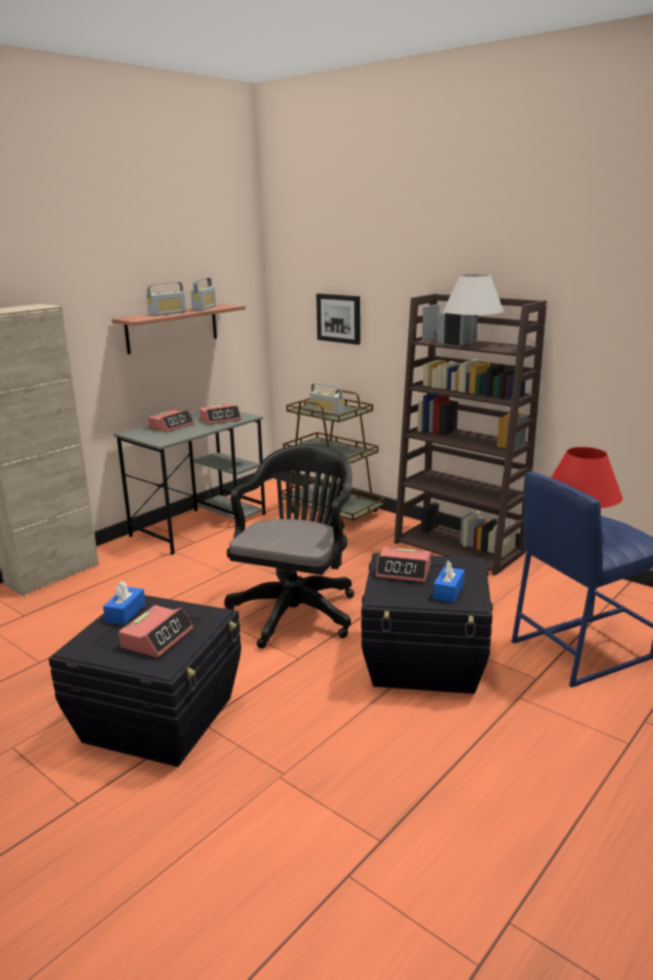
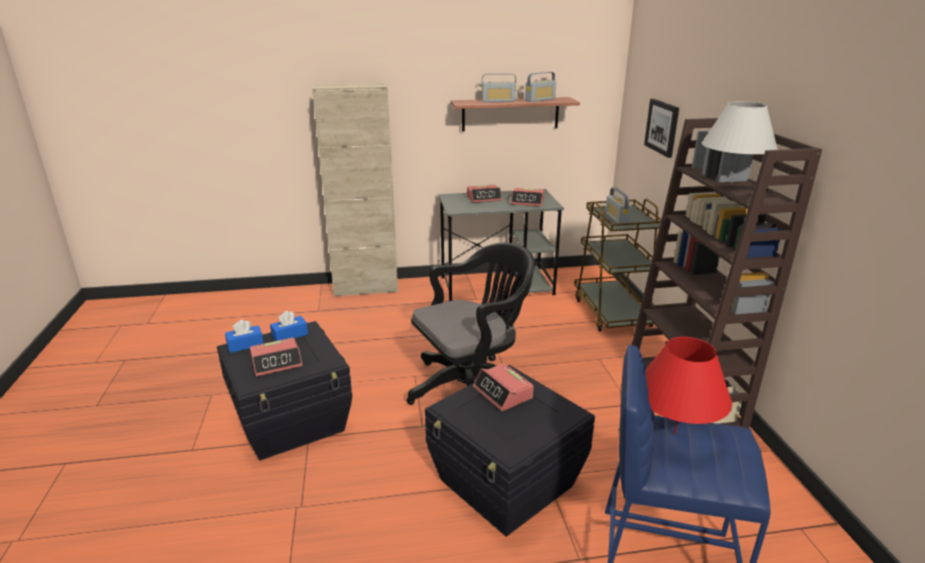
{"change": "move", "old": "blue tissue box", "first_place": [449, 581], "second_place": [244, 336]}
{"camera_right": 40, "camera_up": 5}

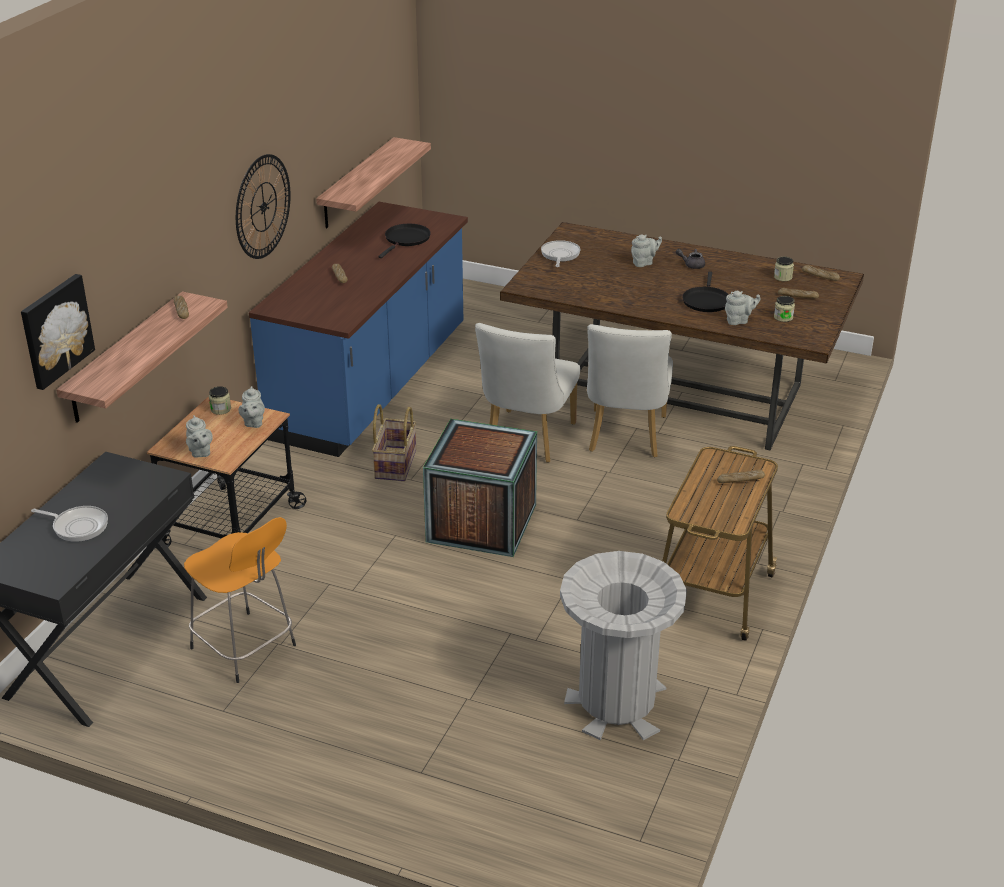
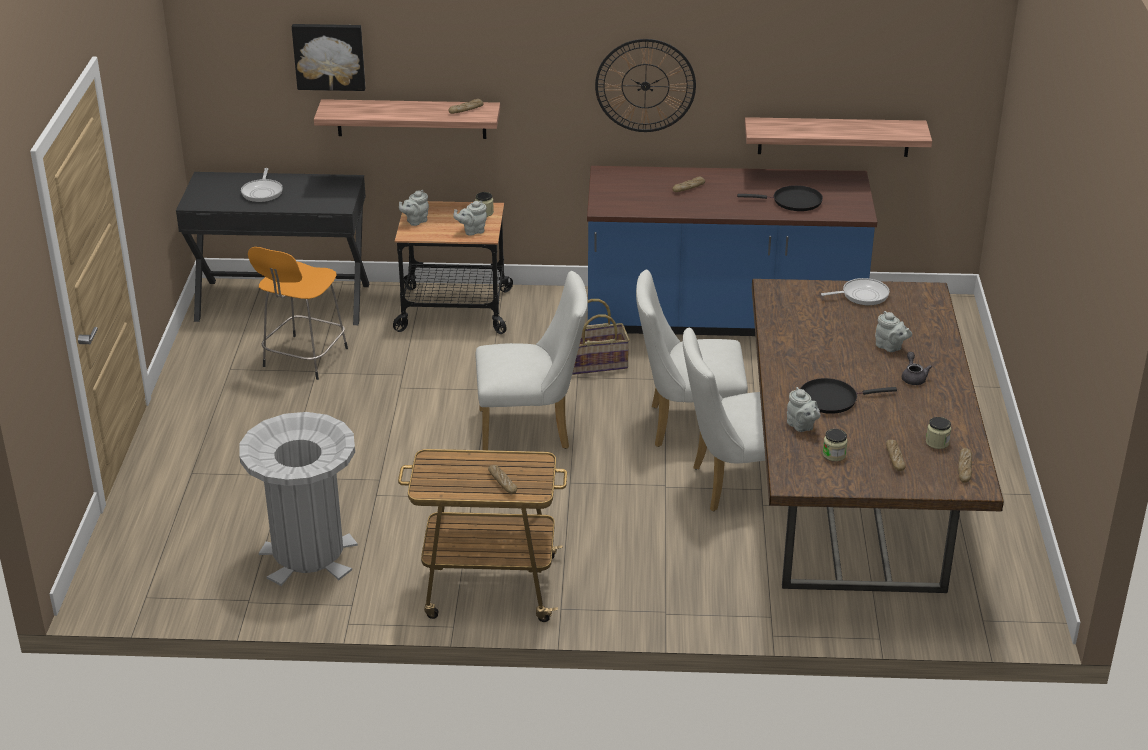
{"change": "replace", "old": "crate", "new": "white chair", "first_place": [480, 488], "second_place": [532, 360]}
{"camera_right": 70, "camera_up": 0}

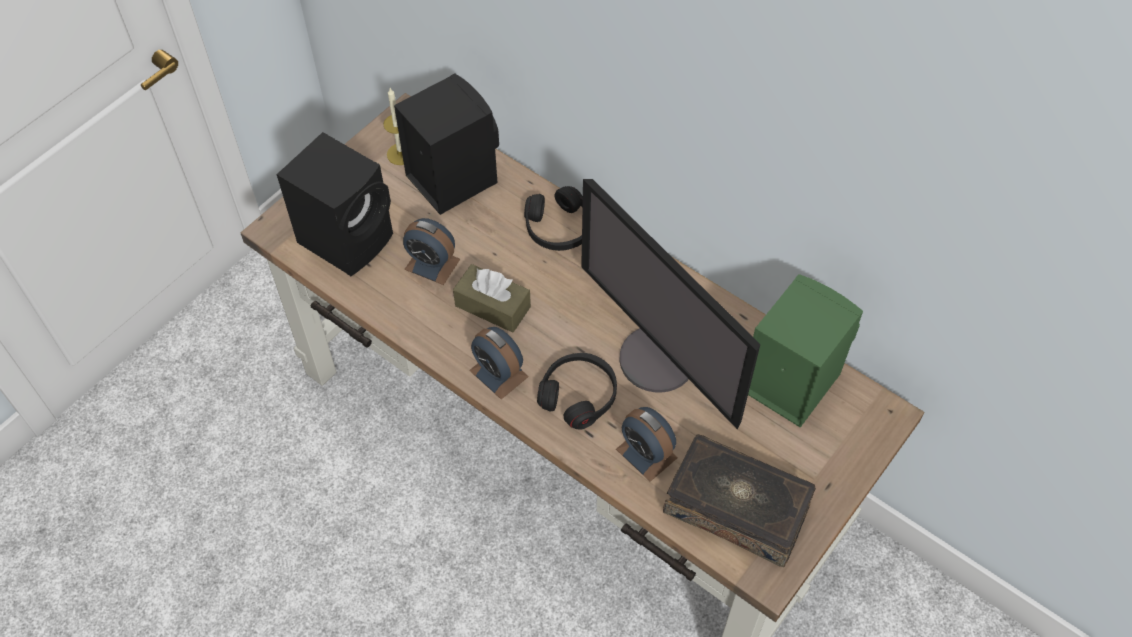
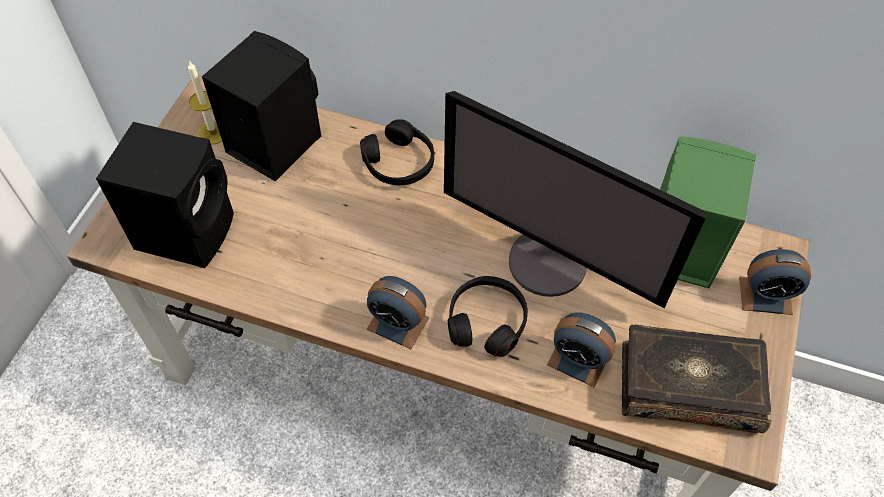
{"change": "move", "old": "alarm clock", "first_place": [431, 251], "second_place": [775, 282]}
{"change": "delete", "old": "brown tissue box", "first_place": [492, 298]}
{"camera_right": -20, "camera_up": 0}

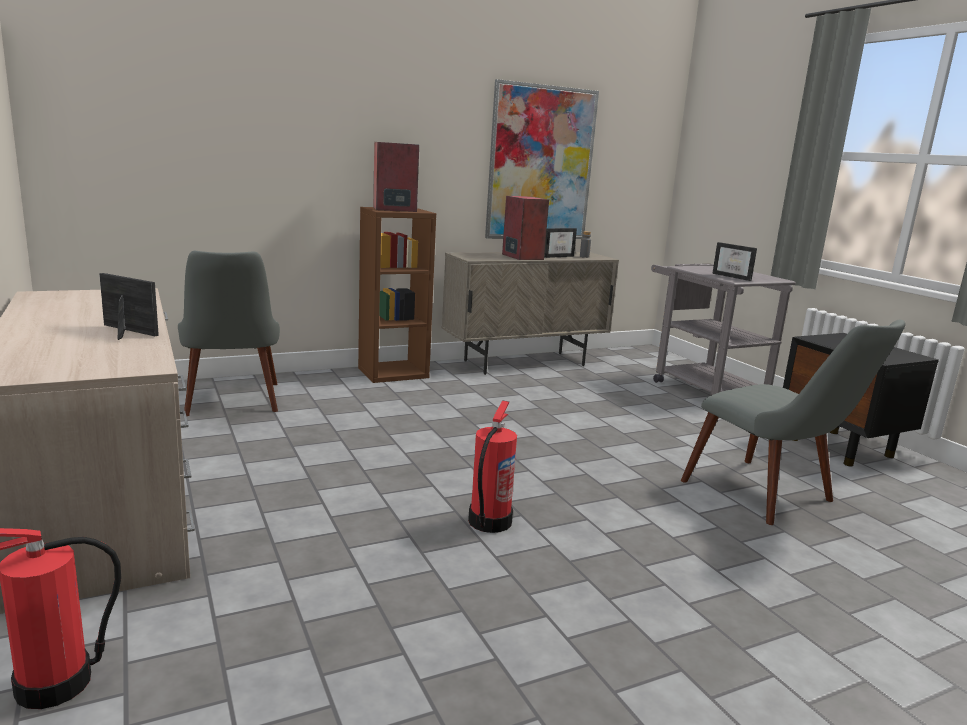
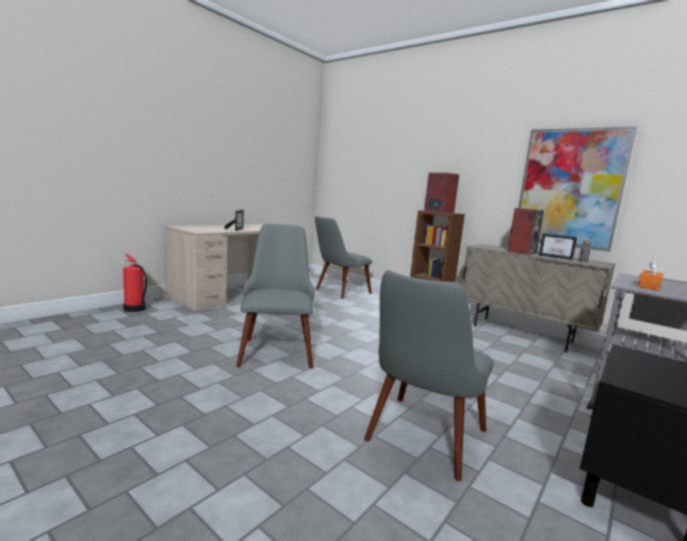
{"change": "replace", "old": "fire extinguisher", "new": "grey chair", "first_place": [492, 466], "second_place": [275, 296]}
{"change": "replace", "old": "picture frame", "new": "orange tissue box", "first_place": [734, 261], "second_place": [650, 275]}
{"camera_right": 65, "camera_up": -5}

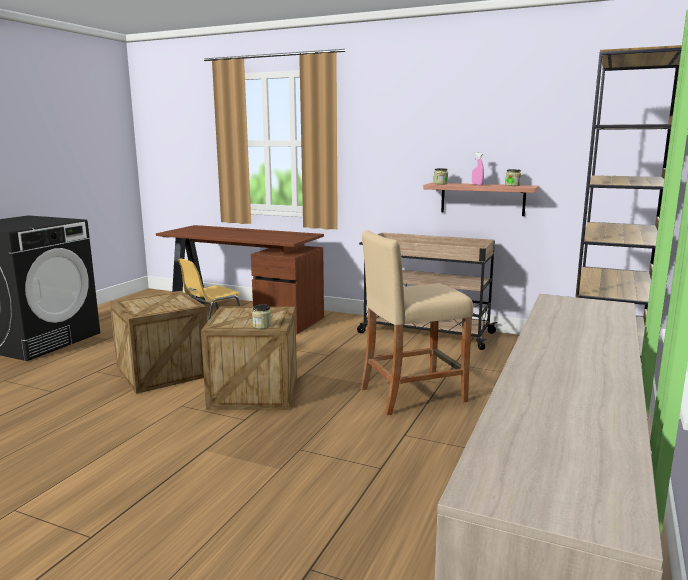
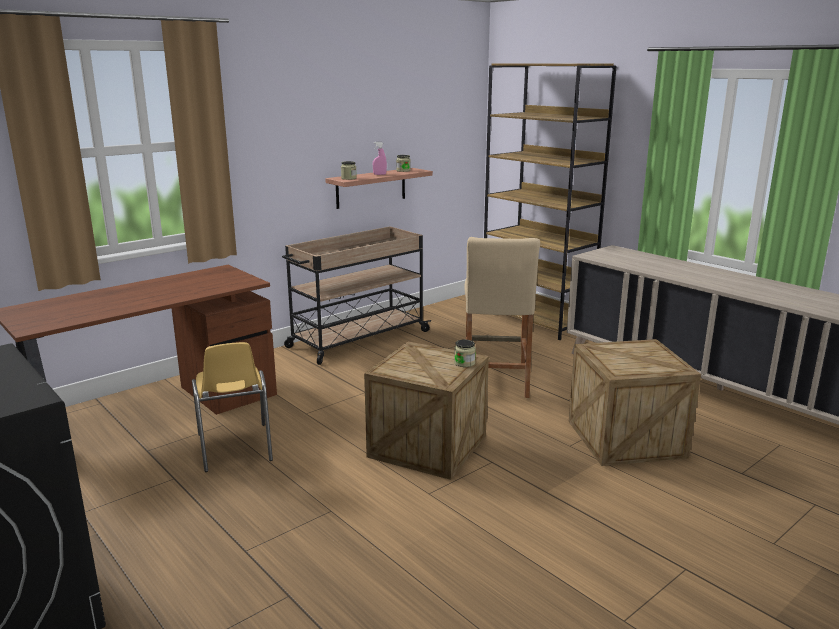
{"change": "move", "old": "crate", "first_place": [158, 342], "second_place": [635, 402]}
{"camera_right": -65, "camera_up": 5}

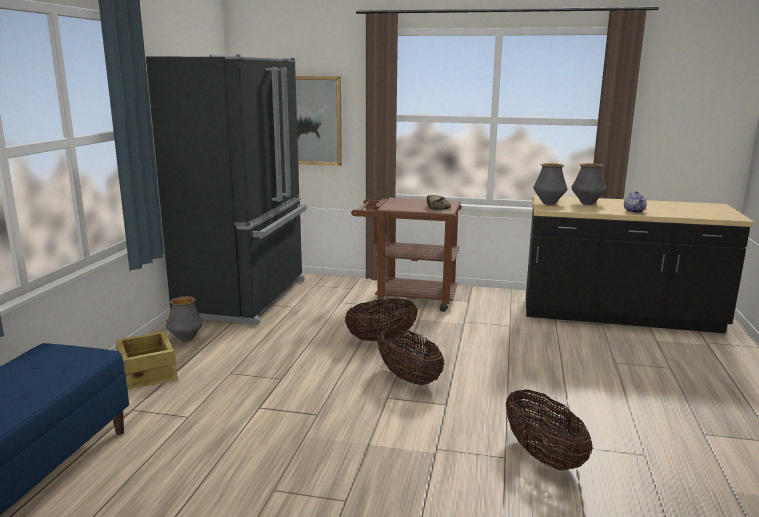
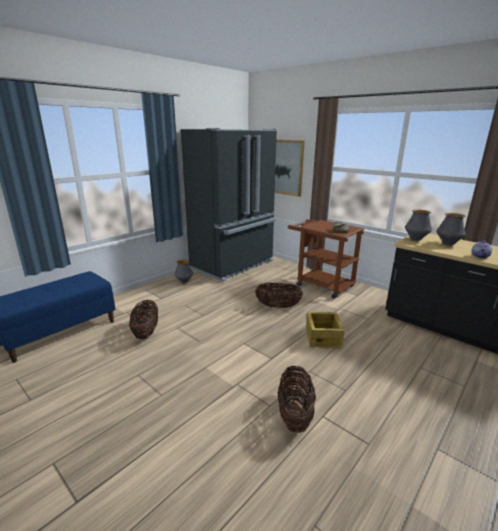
{"change": "move", "old": "basket", "first_place": [410, 356], "second_place": [143, 319]}
{"change": "move", "old": "crate", "first_place": [146, 360], "second_place": [325, 330]}
{"camera_right": 30, "camera_up": 5}

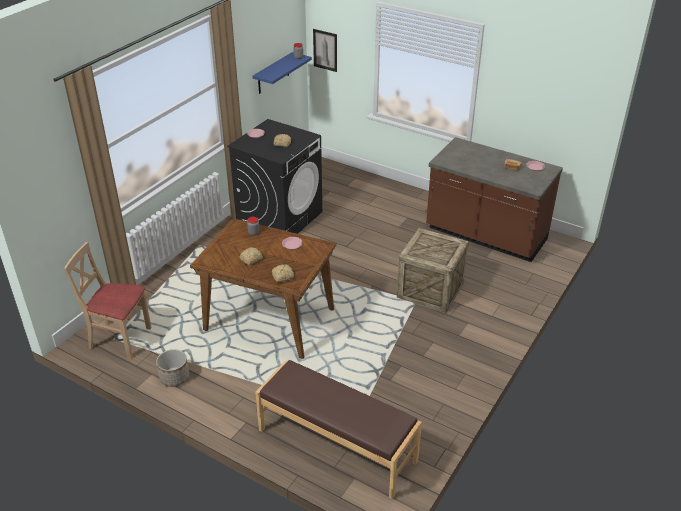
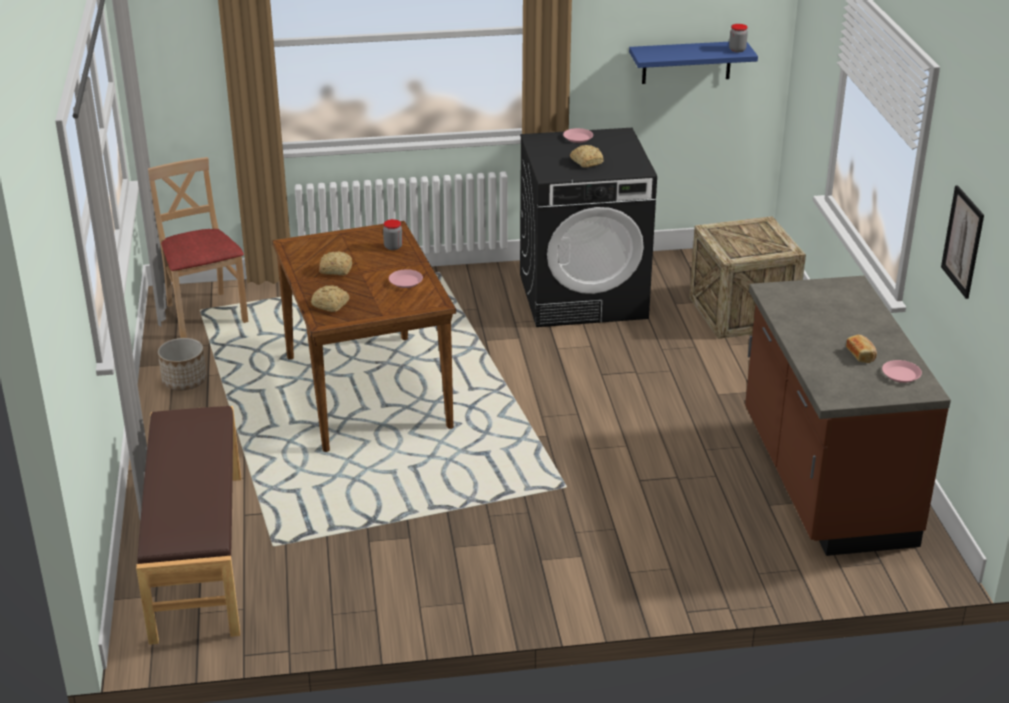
{"change": "move", "old": "crate", "first_place": [433, 270], "second_place": [747, 277]}
{"change": "move", "old": "picture", "first_place": [325, 50], "second_place": [962, 242]}
{"camera_right": 50, "camera_up": -5}

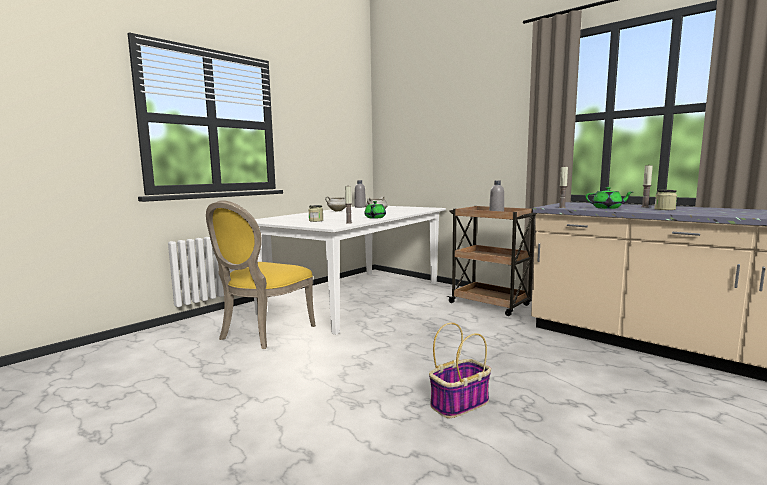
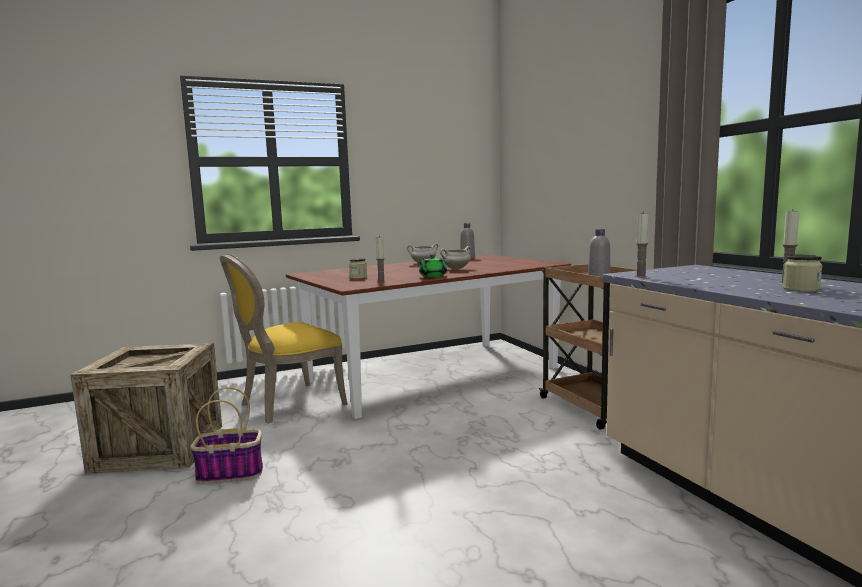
{"change": "insert", "new": "crate", "second_place": [146, 408]}
{"change": "move", "old": "basket", "first_place": [460, 370], "second_place": [226, 435]}
{"change": "recolor", "old": "white dining table", "new": "brown dining table", "first_place": [350, 270], "second_place": [428, 336]}
{"change": "delete", "old": "green teapot", "first_place": [608, 198]}
{"camera_right": 25, "camera_up": 0}

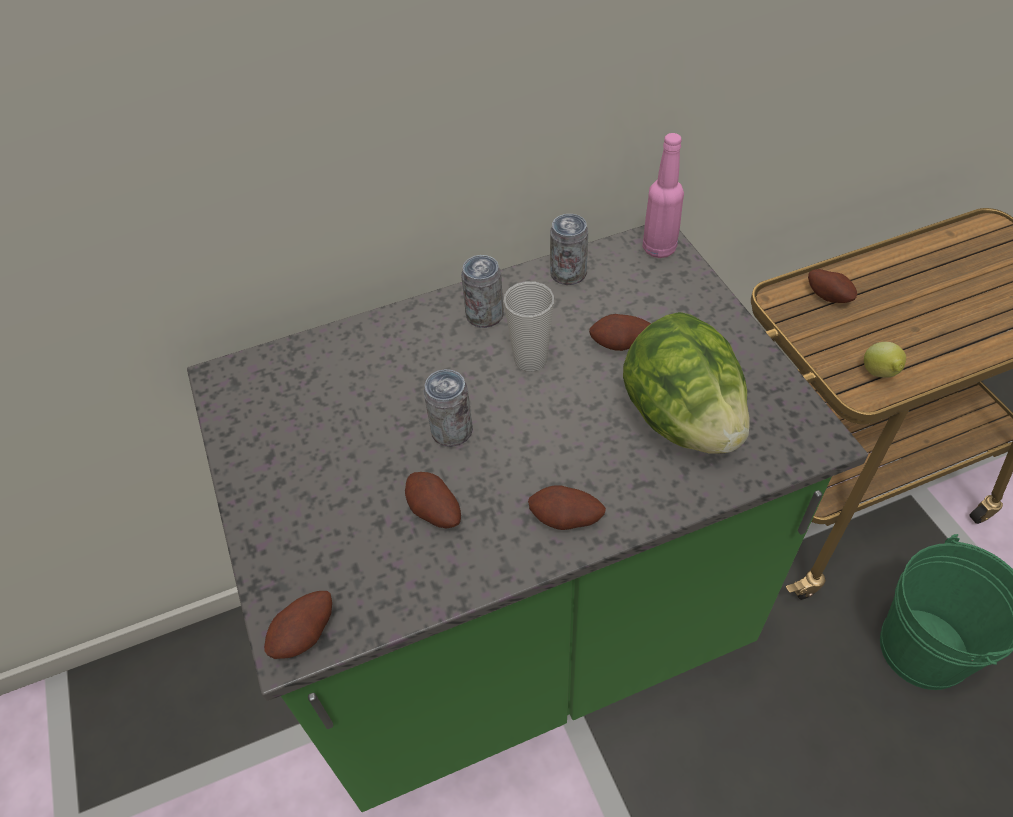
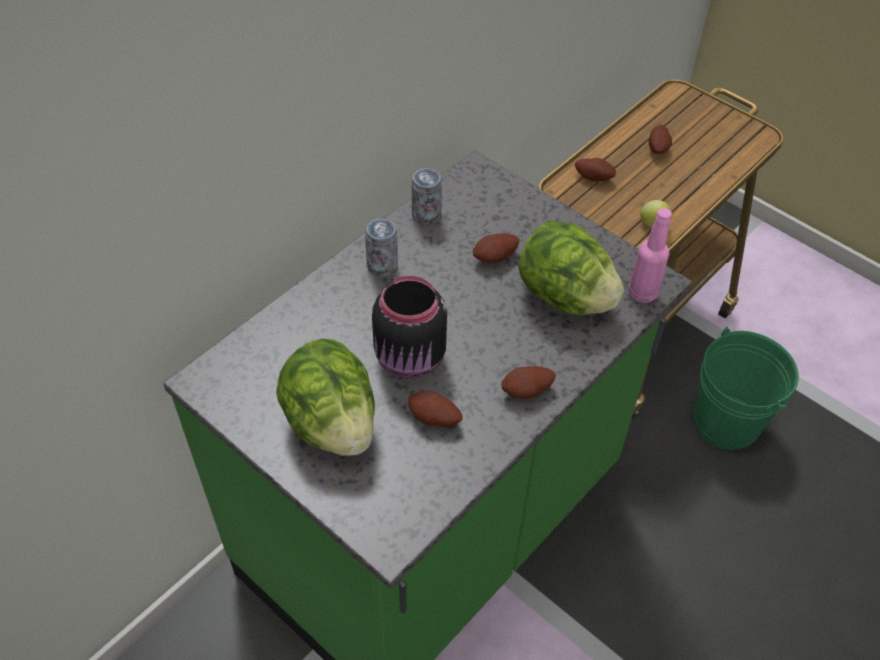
{"change": "insert", "new": "lettuce", "second_place": [325, 397]}
{"change": "replace", "old": "can", "new": "black jar", "first_place": [448, 408], "second_place": [409, 326]}
{"change": "move", "old": "pink bottle", "first_place": [663, 195], "second_place": [650, 255]}
{"change": "move", "old": "potato", "first_place": [298, 625], "second_place": [660, 139]}
{"change": "delete", "old": "cup", "first_place": [529, 326]}
{"camera_right": -30, "camera_up": 0}

